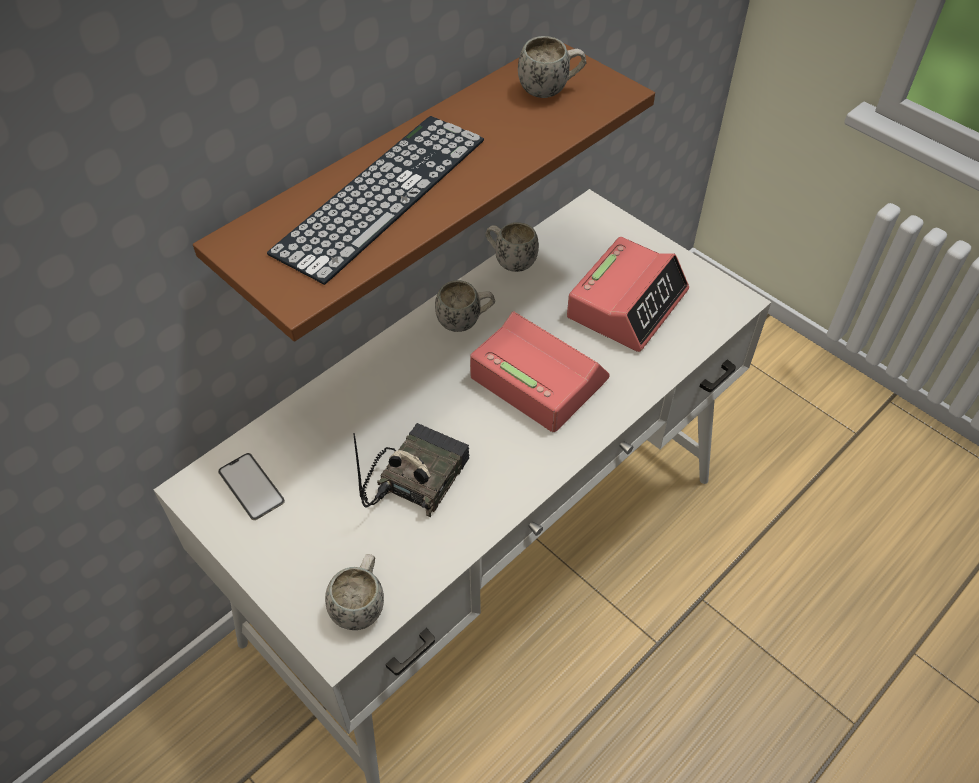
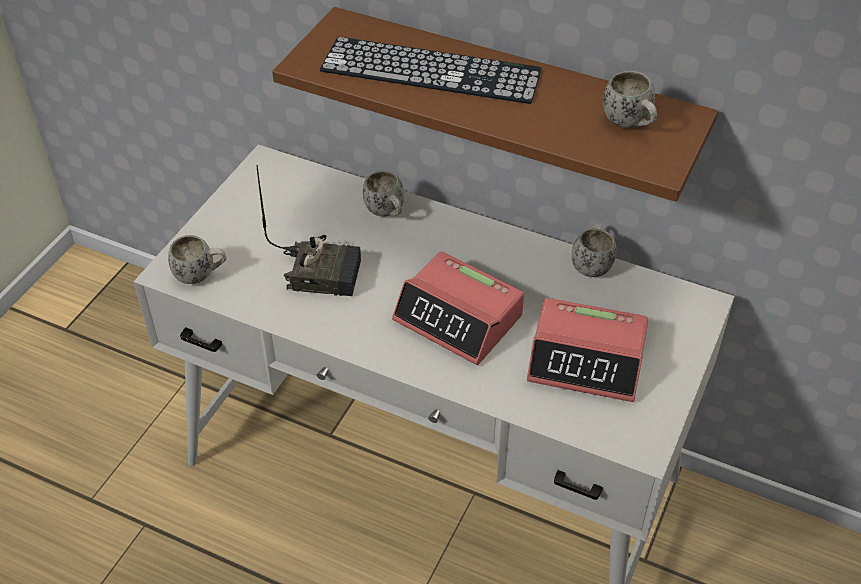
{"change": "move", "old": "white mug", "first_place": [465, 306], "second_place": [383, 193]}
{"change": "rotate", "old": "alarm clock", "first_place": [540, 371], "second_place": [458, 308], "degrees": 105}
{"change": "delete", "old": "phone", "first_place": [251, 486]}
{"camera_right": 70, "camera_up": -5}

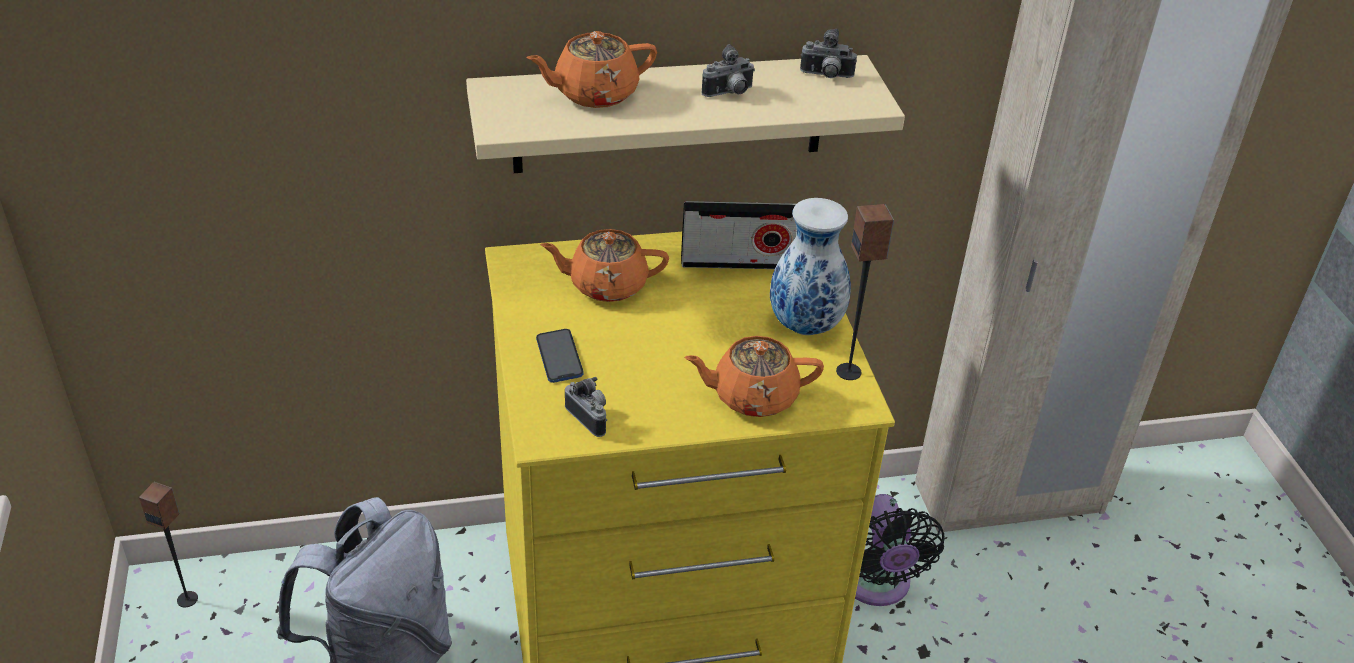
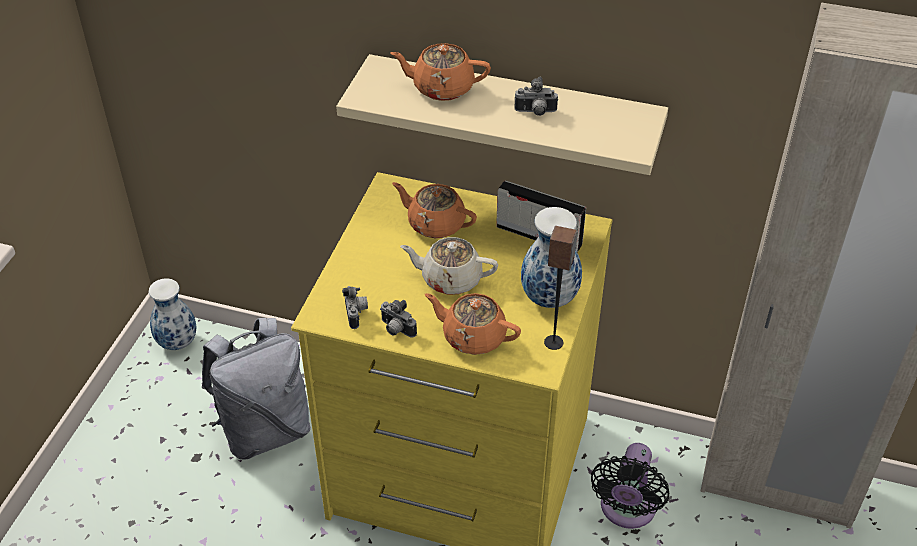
{"change": "replace", "old": "speaker", "new": "vase", "first_place": [168, 544], "second_place": [173, 314]}
{"change": "move", "old": "photo camera", "first_place": [828, 53], "second_place": [398, 319]}
{"change": "insert", "new": "beige teapot", "second_place": [449, 265]}
{"change": "delete", "old": "phone", "first_place": [560, 356]}
{"camera_right": 30, "camera_up": 5}

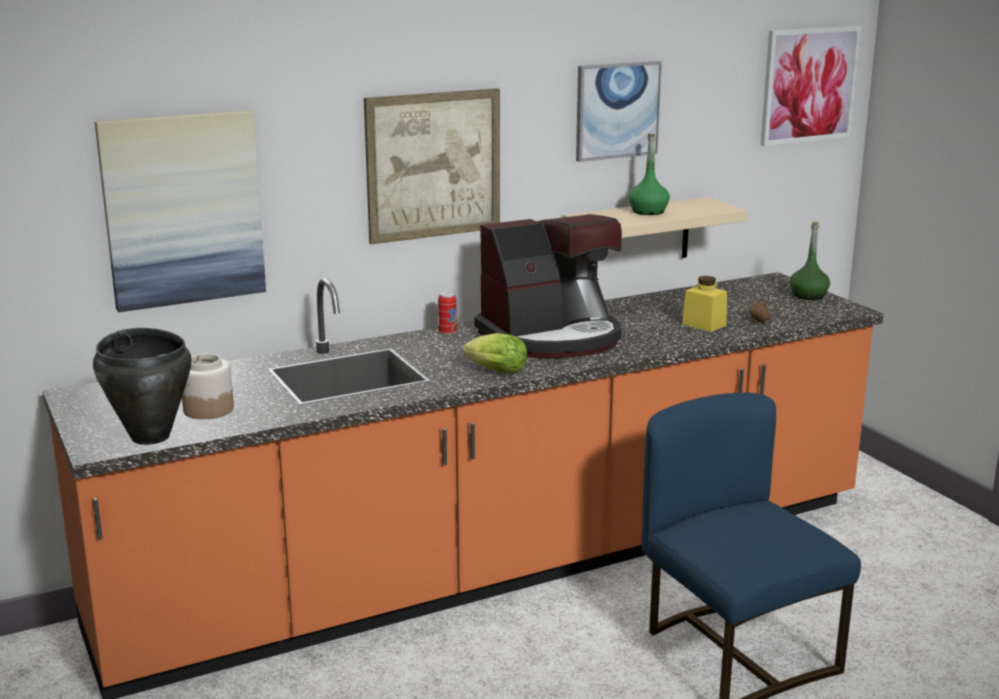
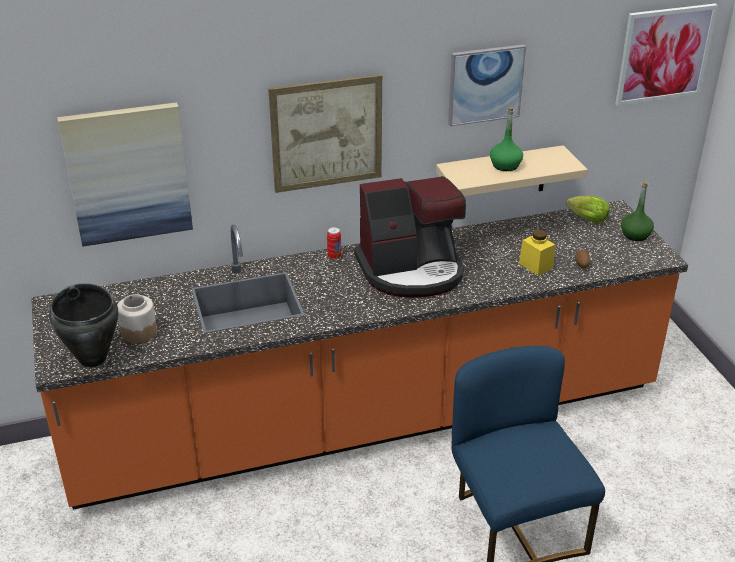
{"change": "move", "old": "lettuce", "first_place": [495, 353], "second_place": [588, 209]}
{"camera_right": 10, "camera_up": 15}

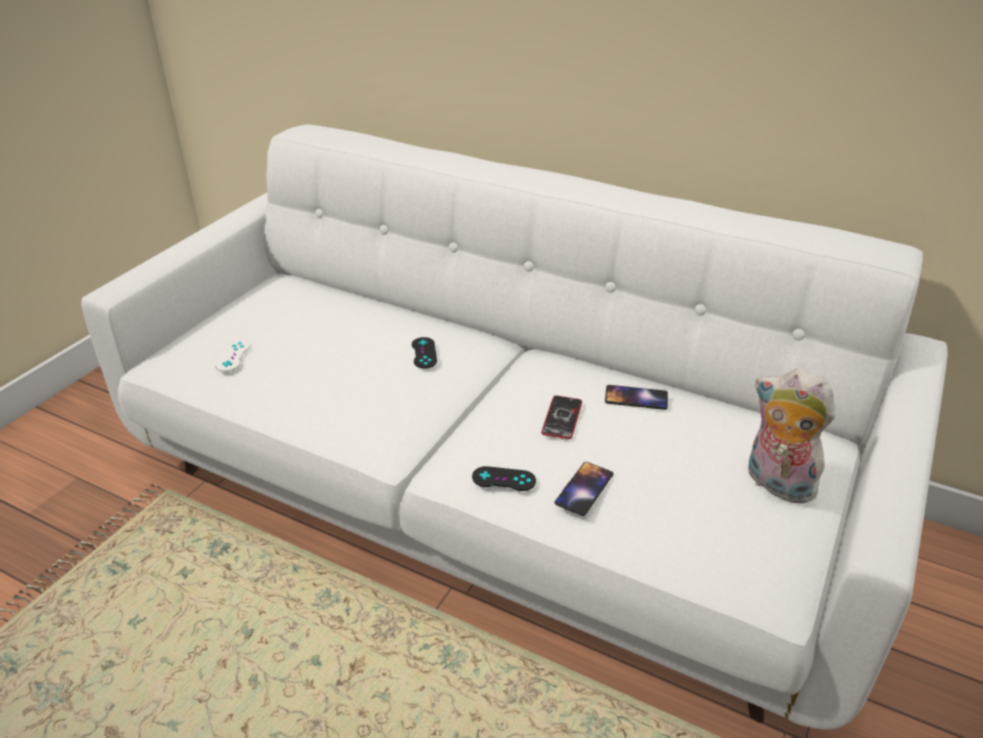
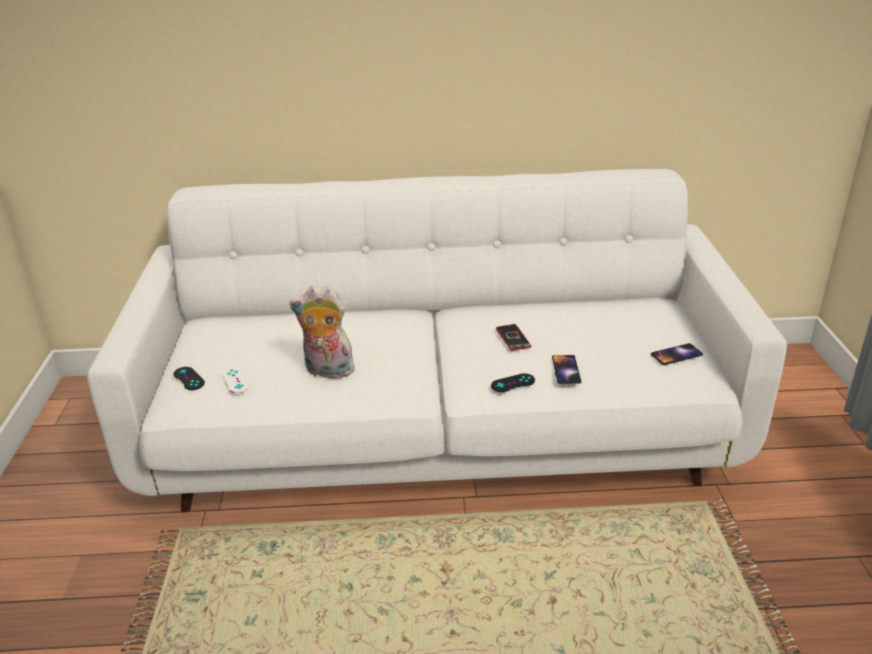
{"change": "move", "old": "black game controller", "first_place": [424, 353], "second_place": [189, 378]}
{"change": "move", "old": "plush toy", "first_place": [792, 436], "second_place": [323, 332]}
{"change": "move", "old": "phone", "first_place": [636, 397], "second_place": [677, 354]}
{"camera_right": -30, "camera_up": -5}

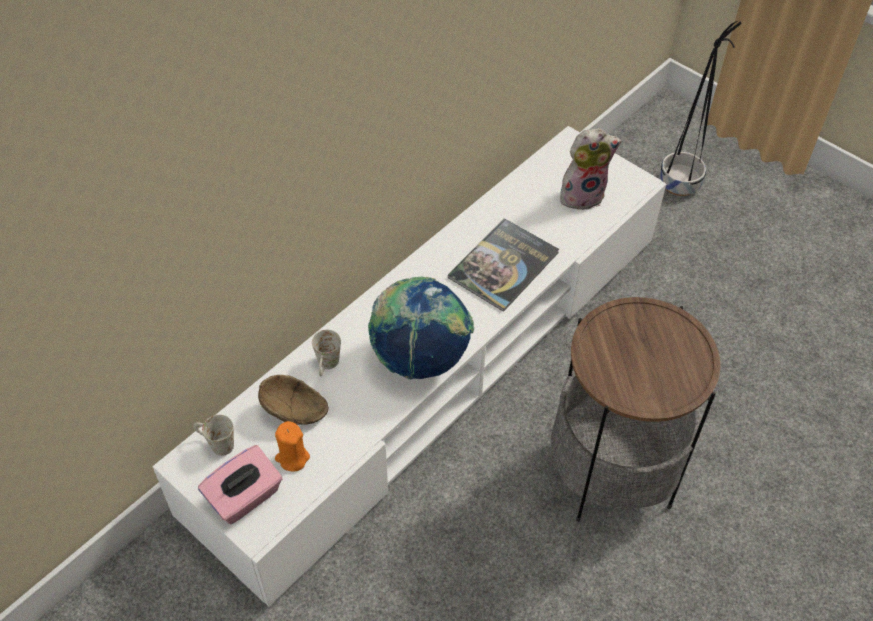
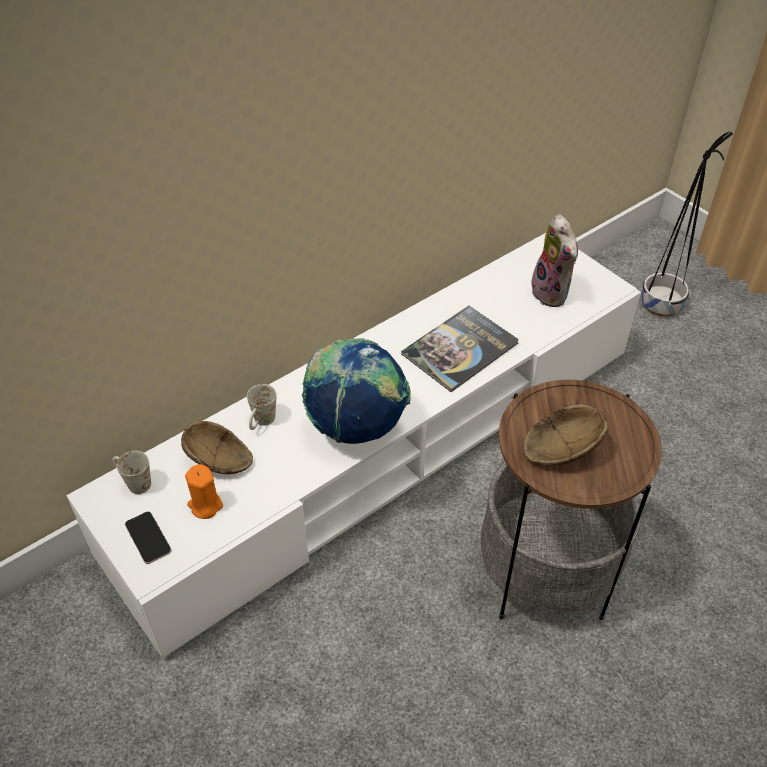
{"change": "replace", "old": "pink tissue box", "new": "phone", "first_place": [240, 484], "second_place": [148, 537]}
{"change": "insert", "new": "brown bowl", "second_place": [566, 435]}
{"change": "rotate", "old": "plush toy", "first_place": [591, 169], "second_place": [553, 261], "degrees": 75}
{"camera_right": 10, "camera_up": -5}

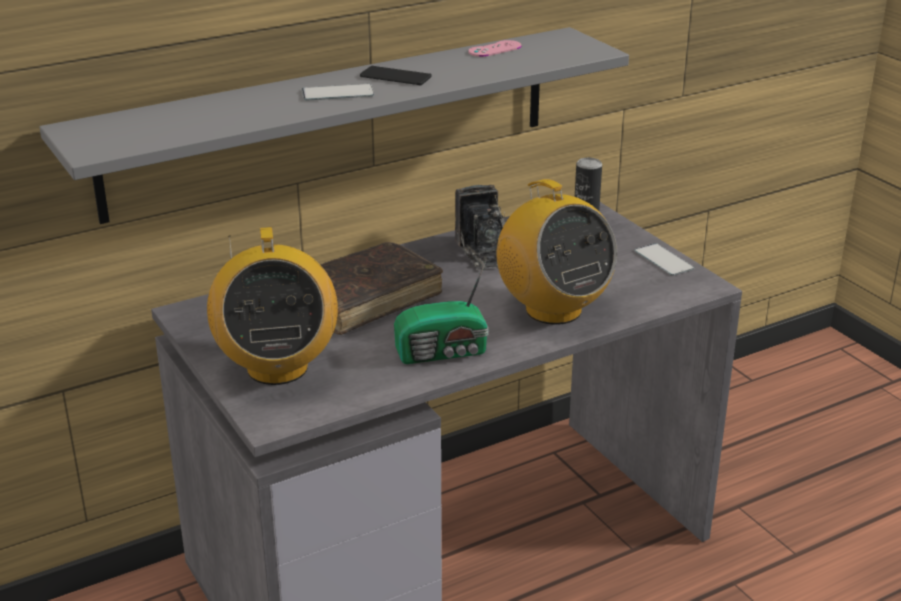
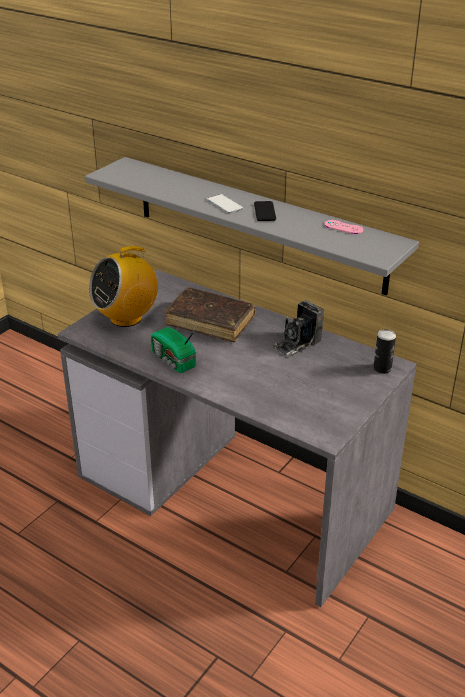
{"change": "delete", "old": "radio", "first_place": [555, 252]}
{"change": "delete", "old": "phone", "first_place": [664, 259]}
{"camera_right": 65, "camera_up": 5}

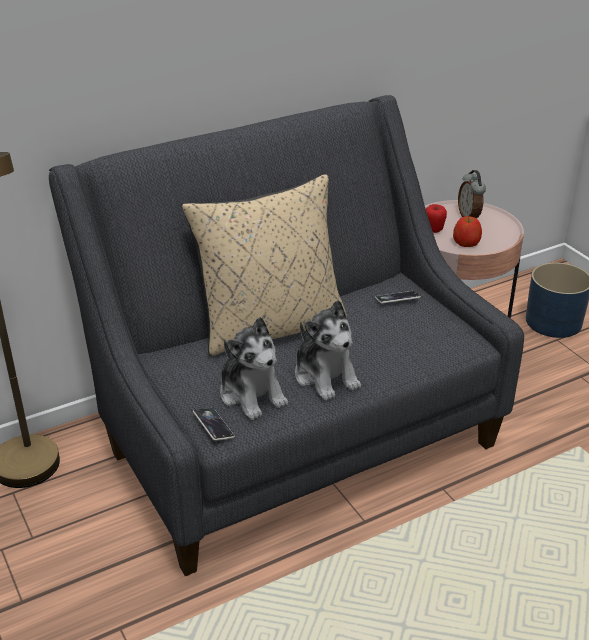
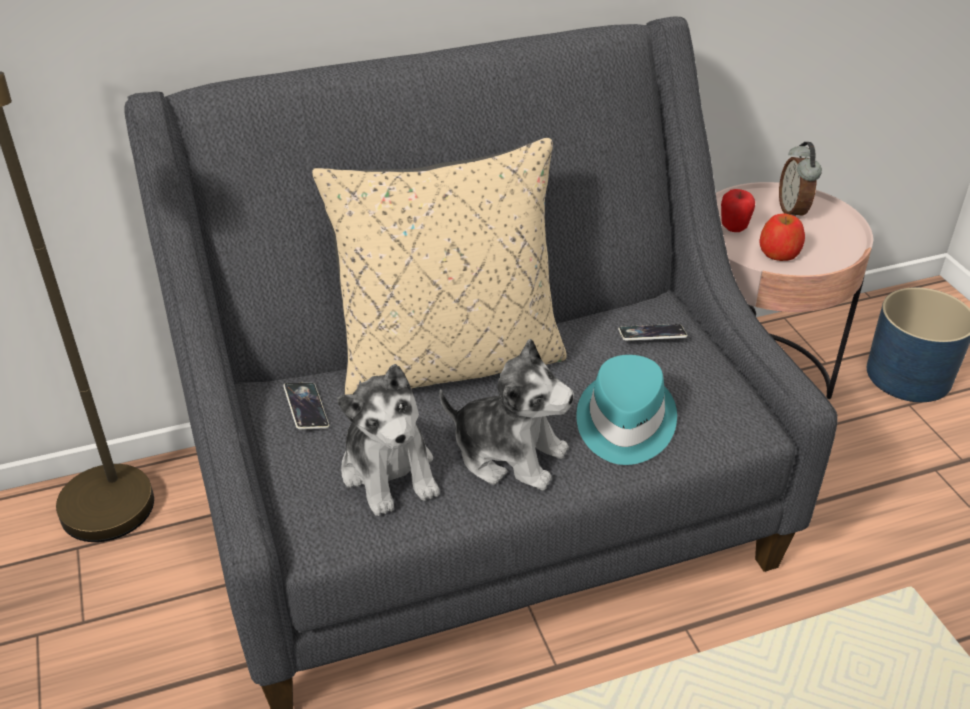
{"change": "move", "old": "phone", "first_place": [214, 424], "second_place": [306, 406]}
{"change": "rotate", "old": "plush toy", "first_place": [328, 350], "second_place": [506, 414], "degrees": -45}
{"change": "insert", "new": "turquoise hat", "second_place": [626, 410]}
{"camera_right": 10, "camera_up": 5}

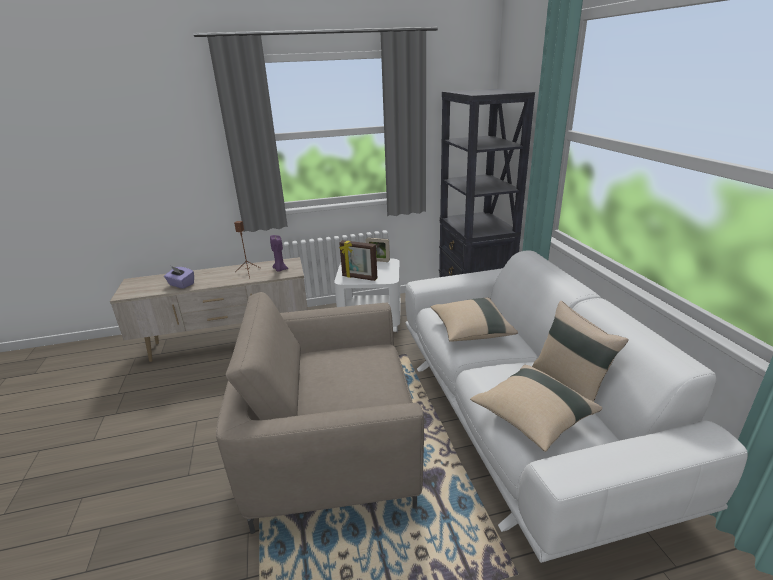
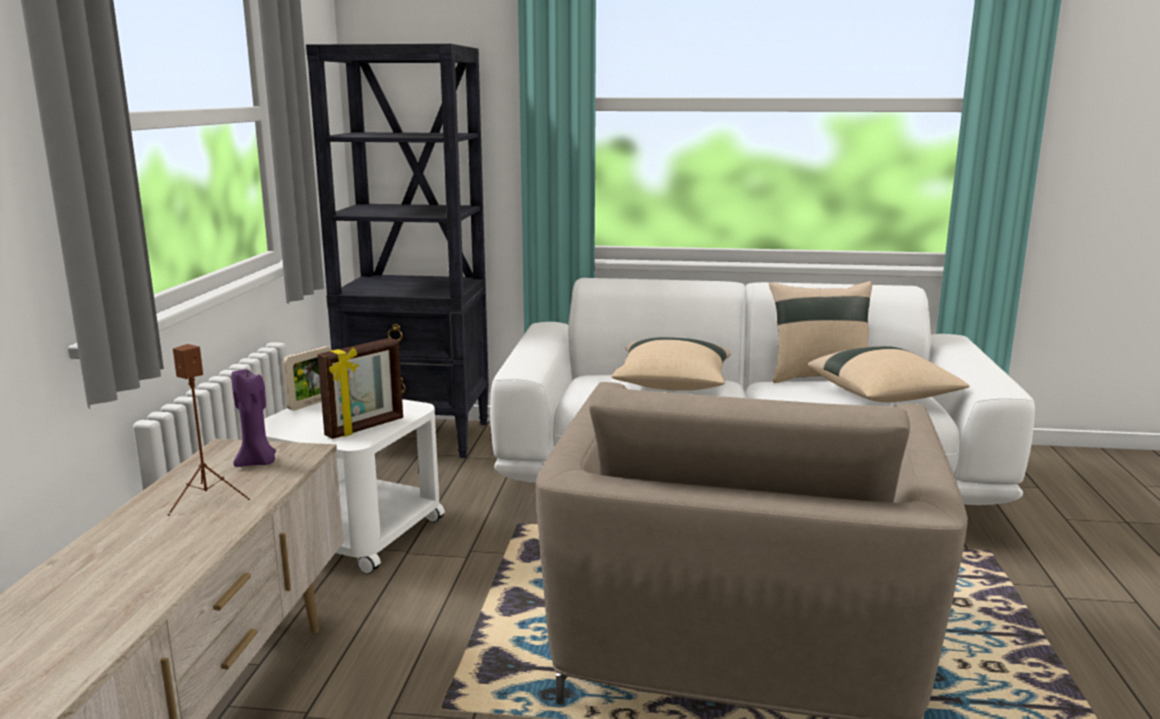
{"change": "delete", "old": "purple tissue box", "first_place": [179, 277]}
{"camera_right": -70, "camera_up": -10}

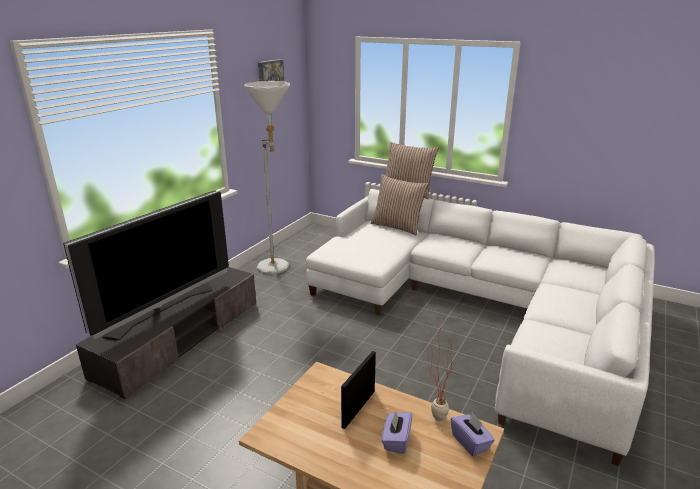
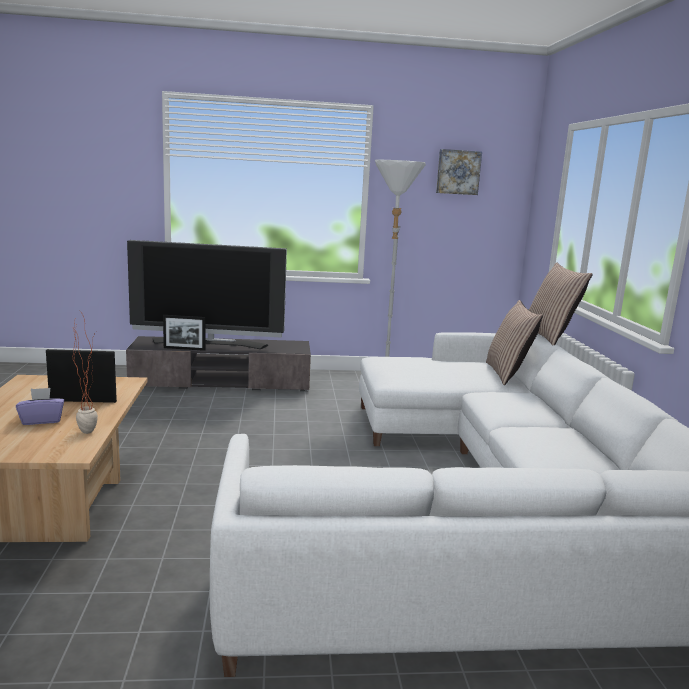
{"change": "insert", "new": "picture frame", "second_place": [184, 333]}
{"change": "delete", "old": "purple tissue box", "first_place": [473, 434]}
{"camera_right": 55, "camera_up": -10}

